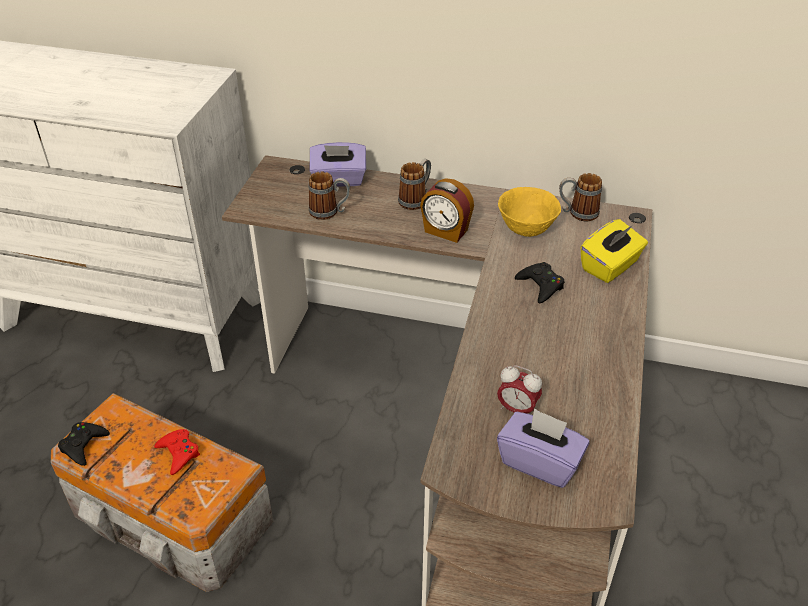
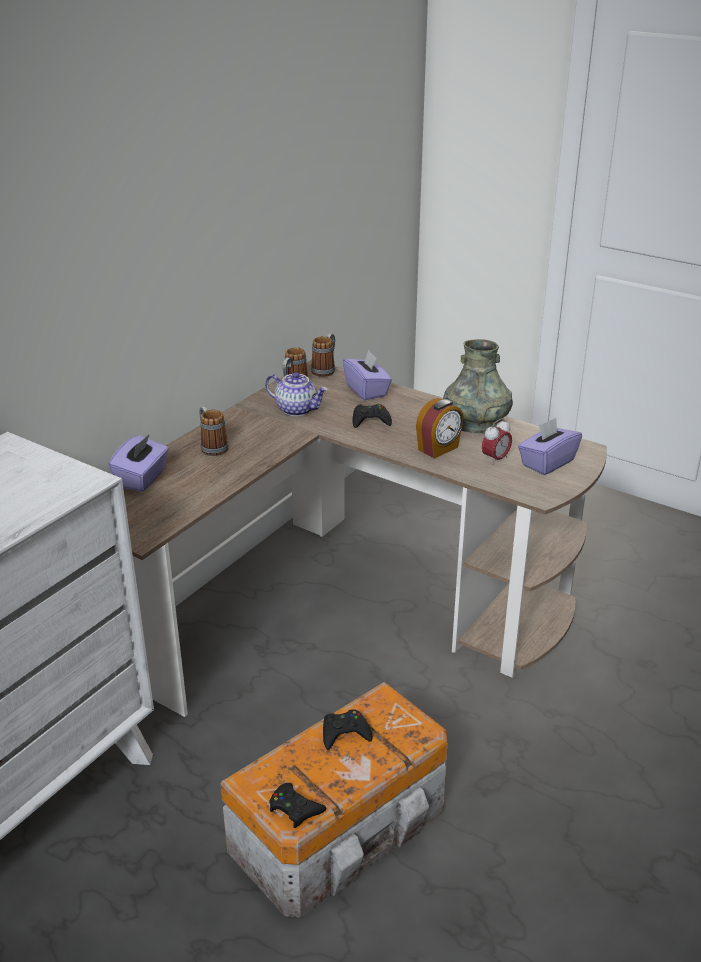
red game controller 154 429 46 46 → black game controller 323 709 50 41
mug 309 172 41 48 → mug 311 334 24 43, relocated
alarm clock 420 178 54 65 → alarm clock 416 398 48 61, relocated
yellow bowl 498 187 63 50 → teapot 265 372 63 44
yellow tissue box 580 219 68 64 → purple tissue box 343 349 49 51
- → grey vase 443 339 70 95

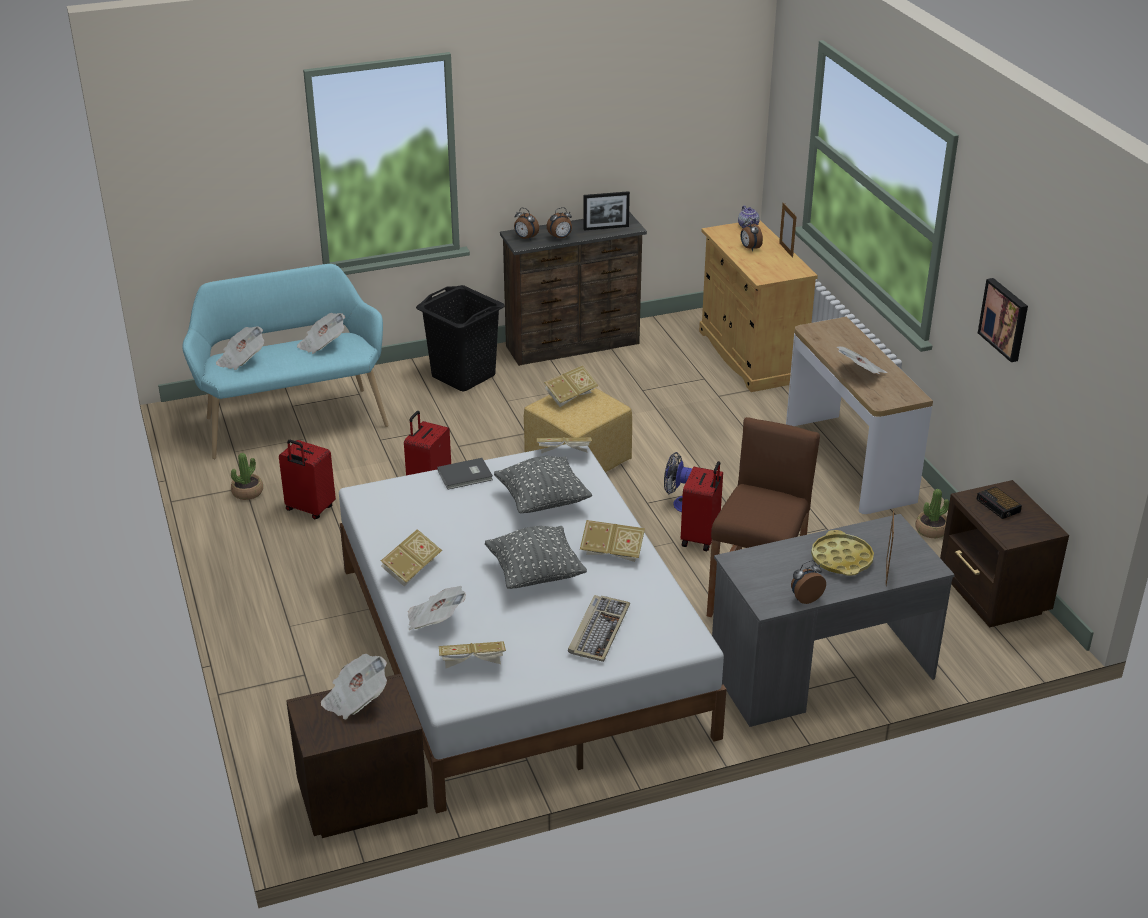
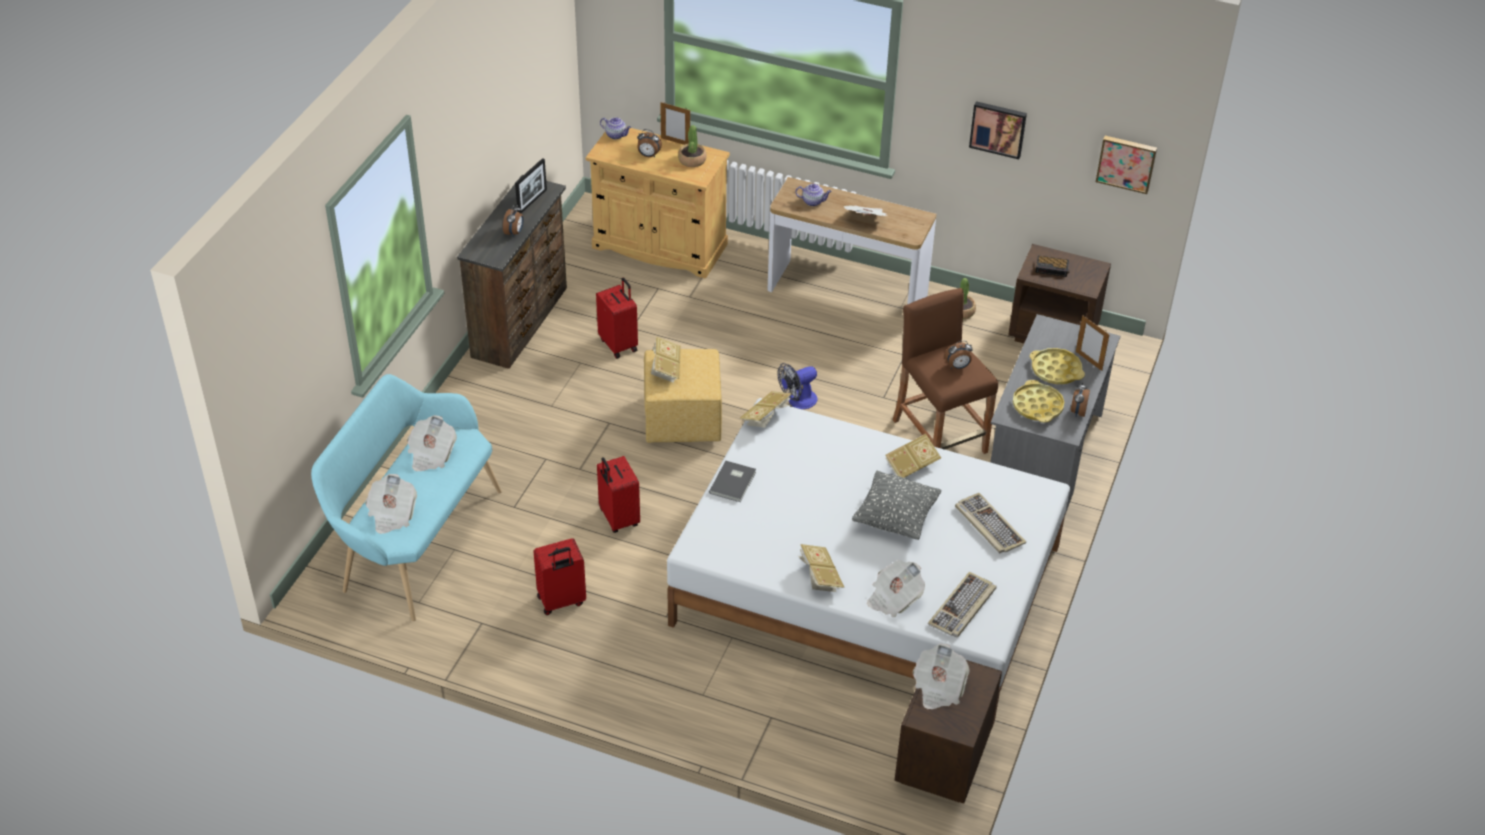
potted plant 231 453 32 47 → potted plant 678 125 29 42, relocated
black laundry basket 416 285 89 107 → -
book 439 641 67 27 → keyboard 928 572 68 65
grey pillow 494 456 98 57 → -
alarm clock 514 208 25 32 → alarm clock 944 341 29 28, relocated
red suitcase 681 461 42 90 → red suitcase 596 278 42 81, relocated
- → teapot 795 184 37 22
- → yellow tray 1013 380 51 43
- → picture 1096 136 61 58

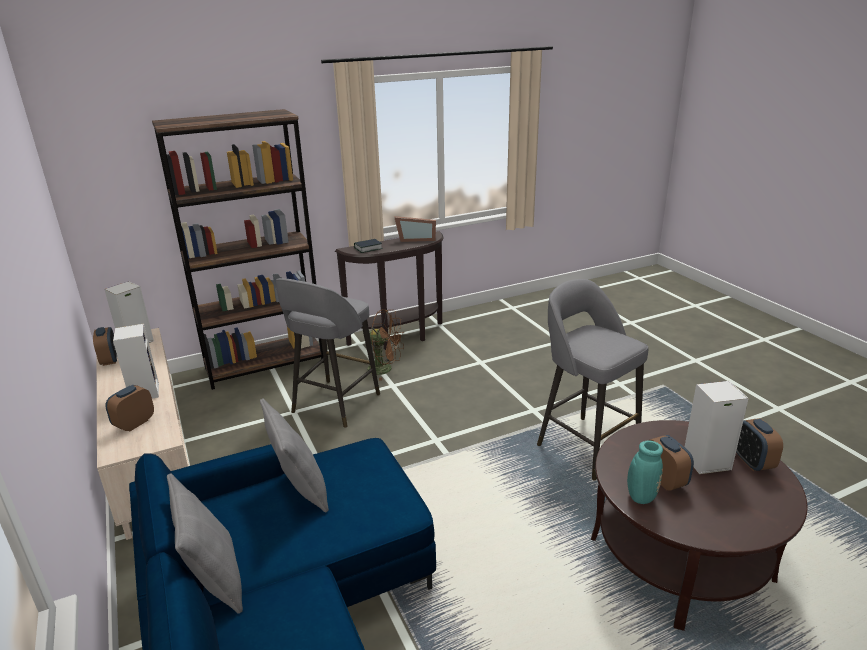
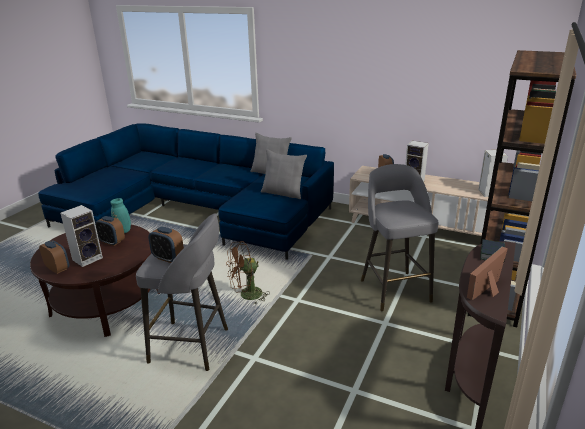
alarm clock 93 327 24 39 → alarm clock 148 227 36 36, relocated
brown fan 364 309 40 72 → brown fan 226 241 44 64, relocated

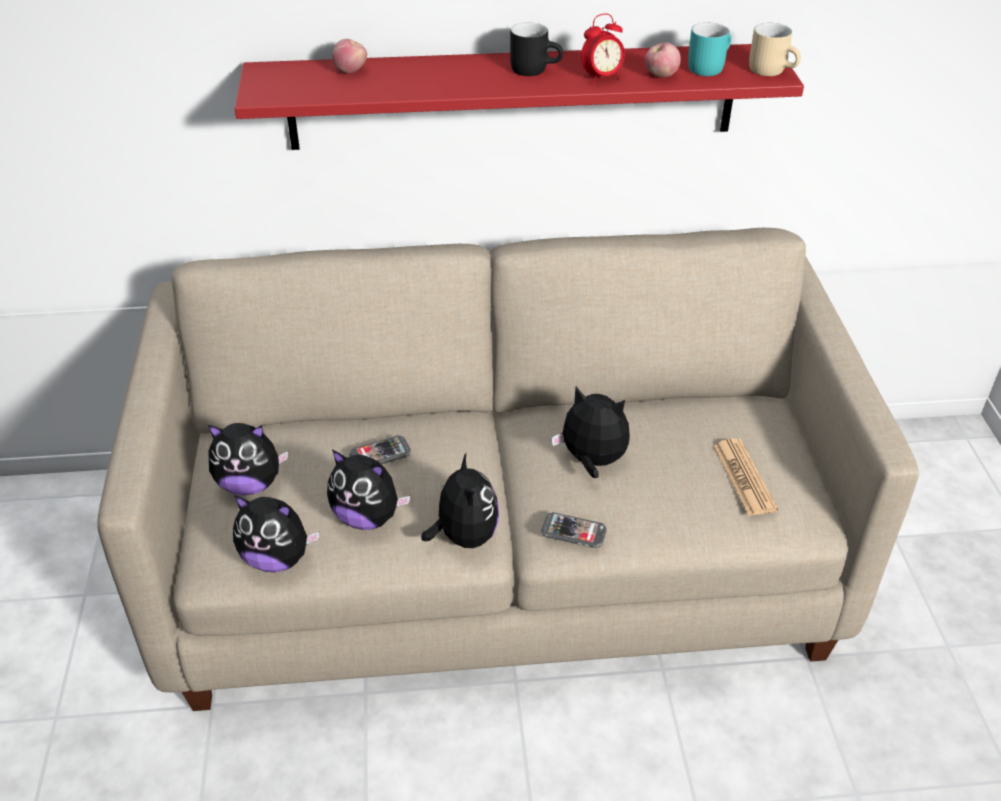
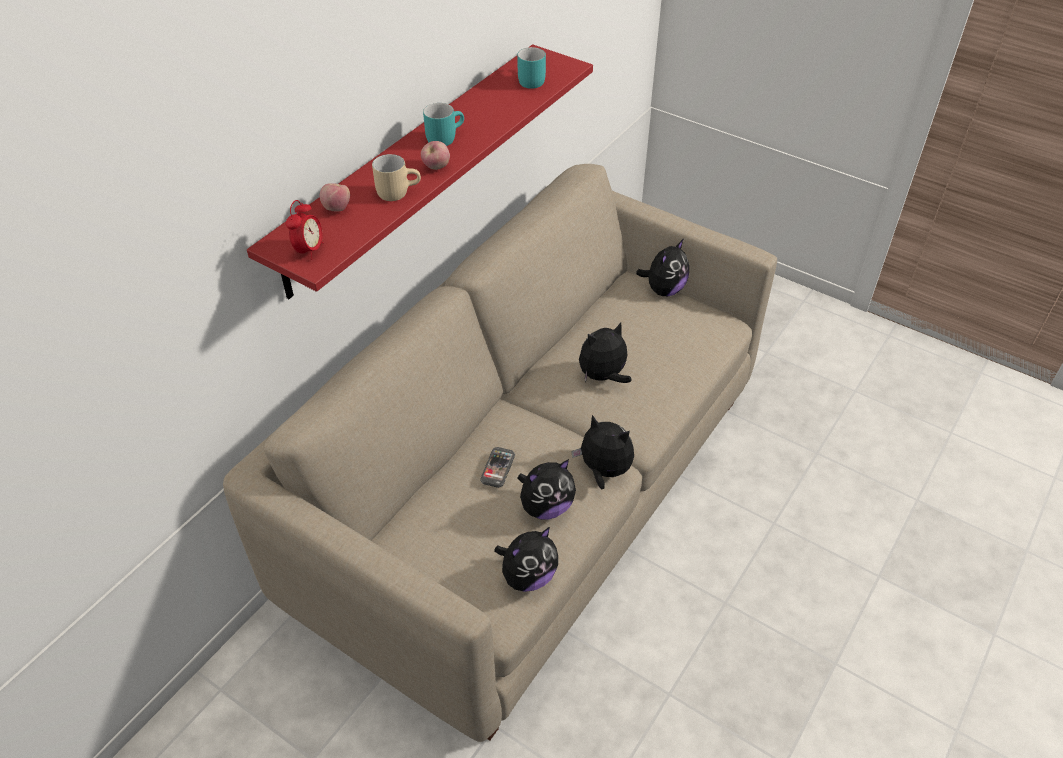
plush toy 208 423 80 72 → plush toy 636 239 53 57, relocated
black mug 510 23 53 53 → turquoise mug 423 103 41 43
phone 541 512 66 36 → -
alarm clock 581 13 44 71 → alarm clock 286 200 38 60, relocated
apple 645 42 36 36 → apple 421 141 29 29, relocated
newspaper 713 438 65 78 → -
beige mug 749 23 52 53 → beige mug 372 154 49 47, relocated

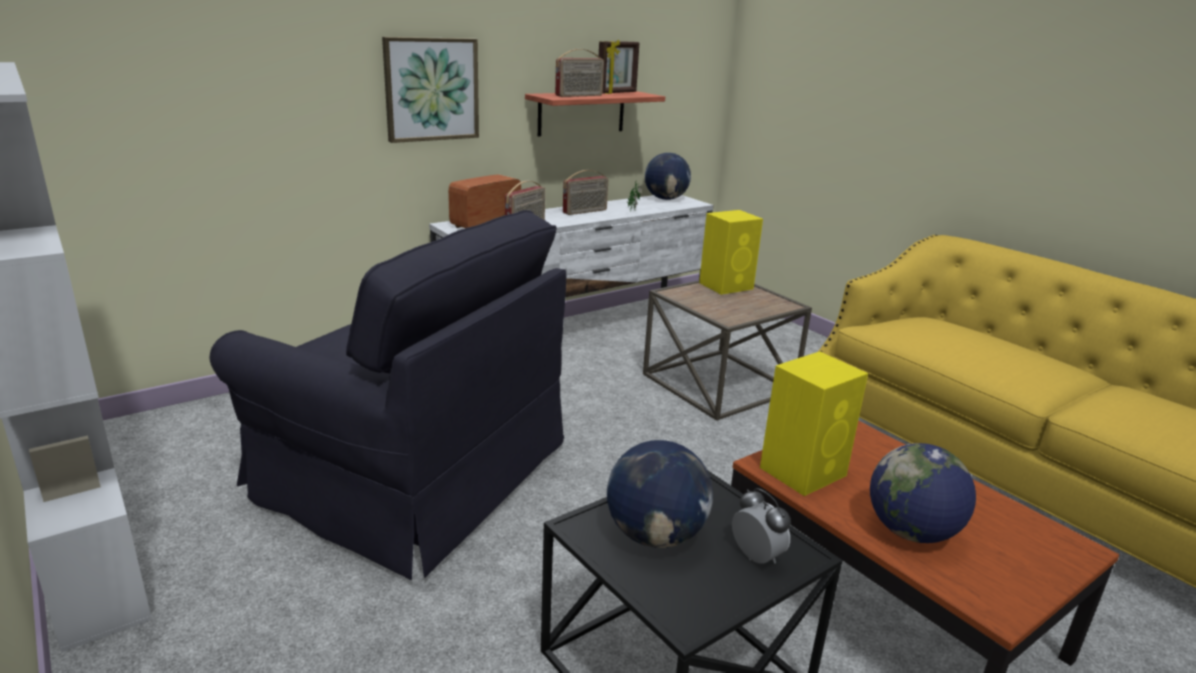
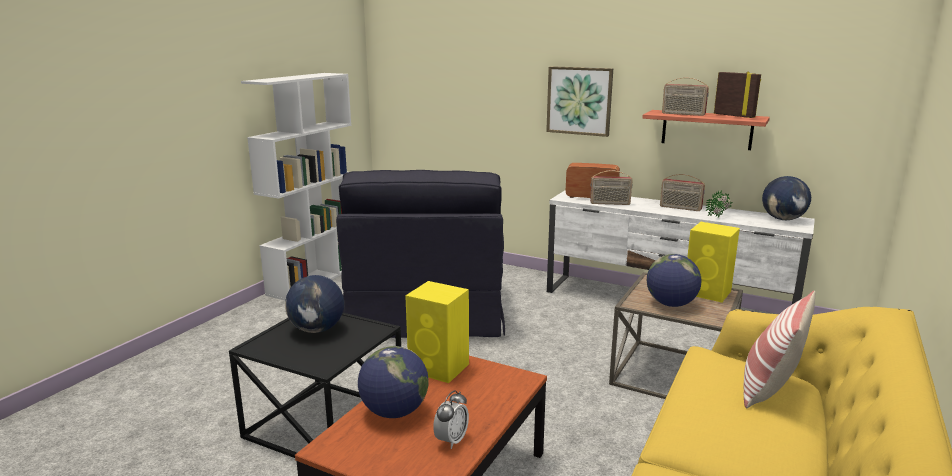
picture frame 599 40 40 54 → picture frame 714 72 47 46, 150 degrees counterclockwise
alarm clock 732 488 59 76 → alarm clock 433 390 36 59, relocated
- → globe 647 254 54 53
- → pillow 744 291 72 117

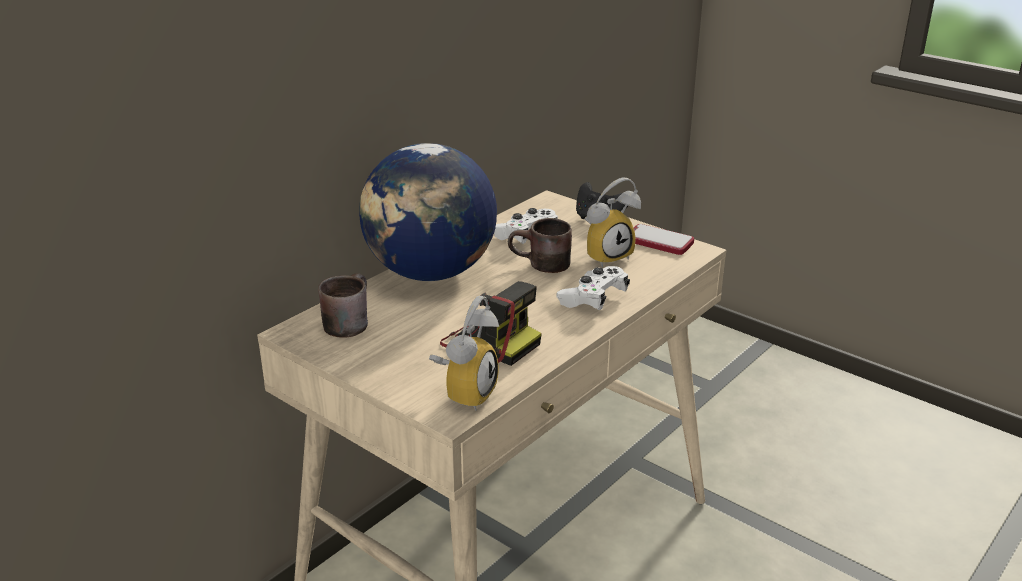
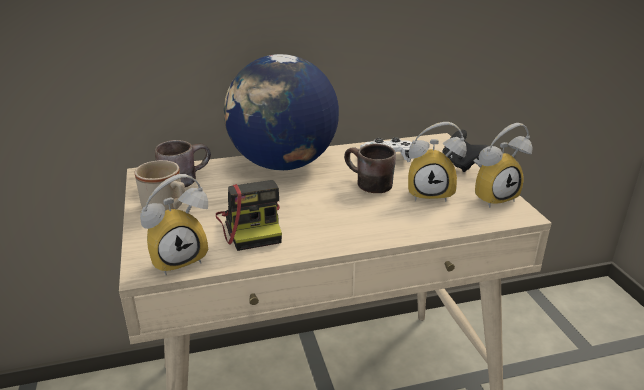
white game controller 556 266 74 44 → -
phone 634 224 60 31 → alarm clock 474 123 58 85
- → beige mug 135 160 50 51

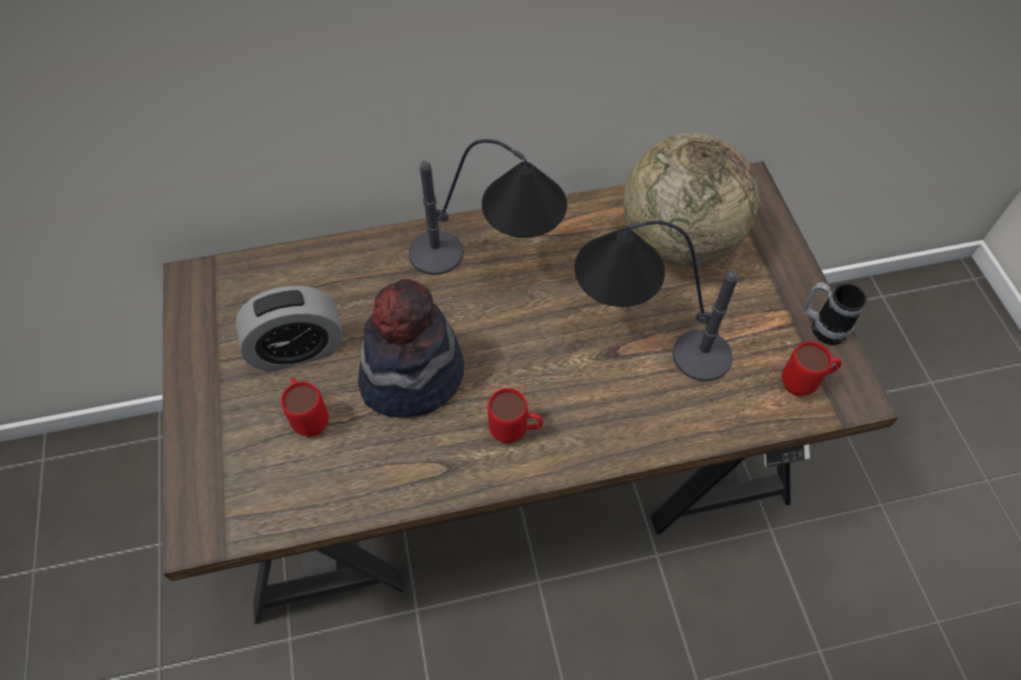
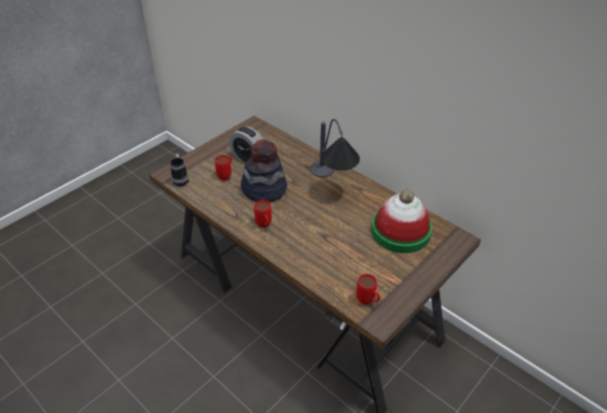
table lamp 574 220 164 161 → -
globe 623 133 136 135 → hat 371 190 61 63
mug 804 282 63 63 → mug 170 153 19 34, relocated

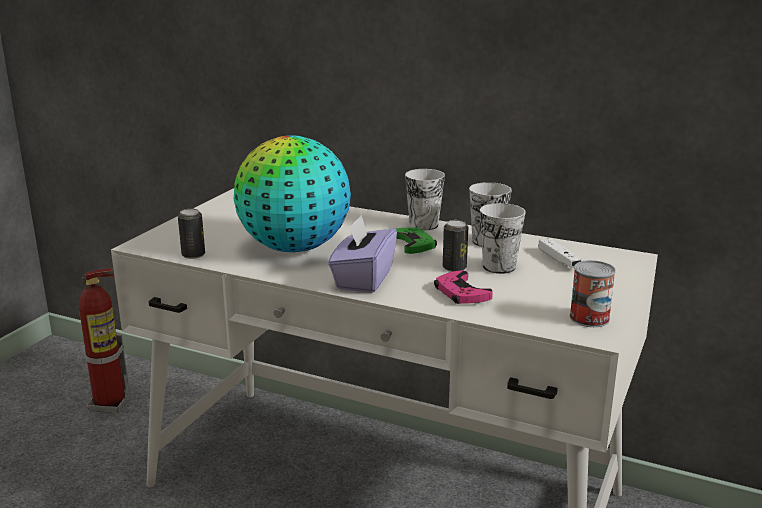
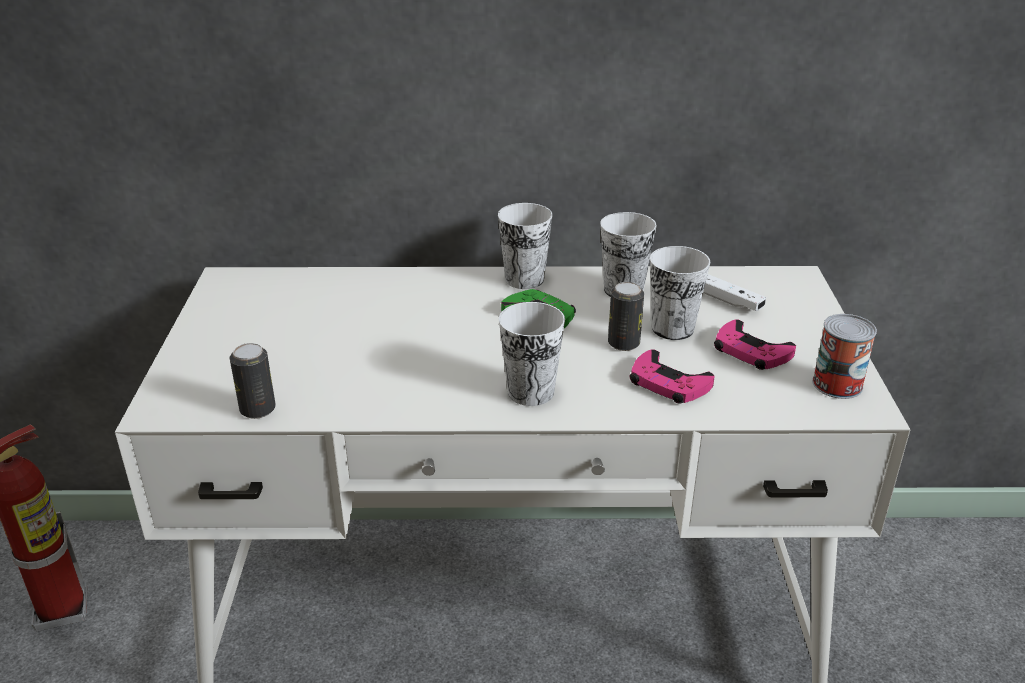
globe 234 135 117 117 → -
purple tissue box 328 215 69 78 → cup 499 302 66 104
- → pink game controller 714 319 82 51

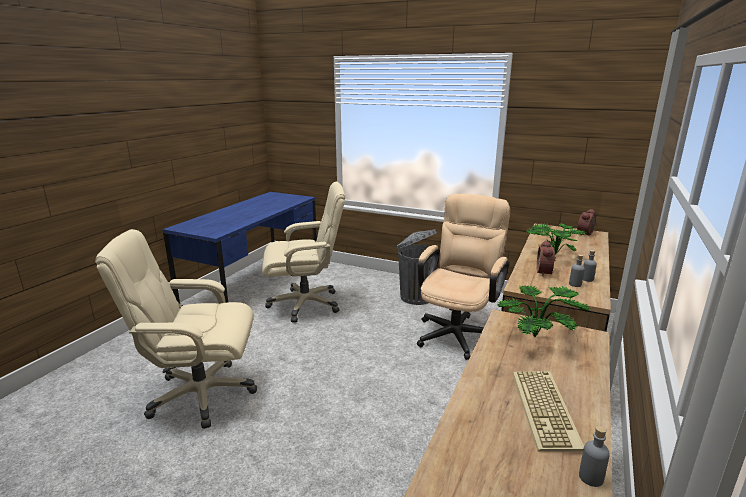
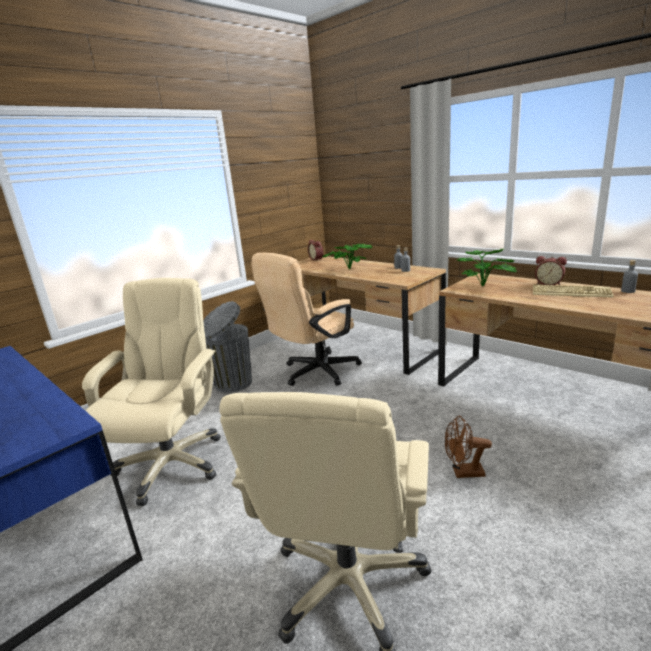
beige office chair 417 194 93 166 → beige office chair 251 253 111 133, 90 degrees counterclockwise
alarm clock 537 241 19 36 → alarm clock 535 256 32 29, relocated
- → brown fan 444 416 48 62

